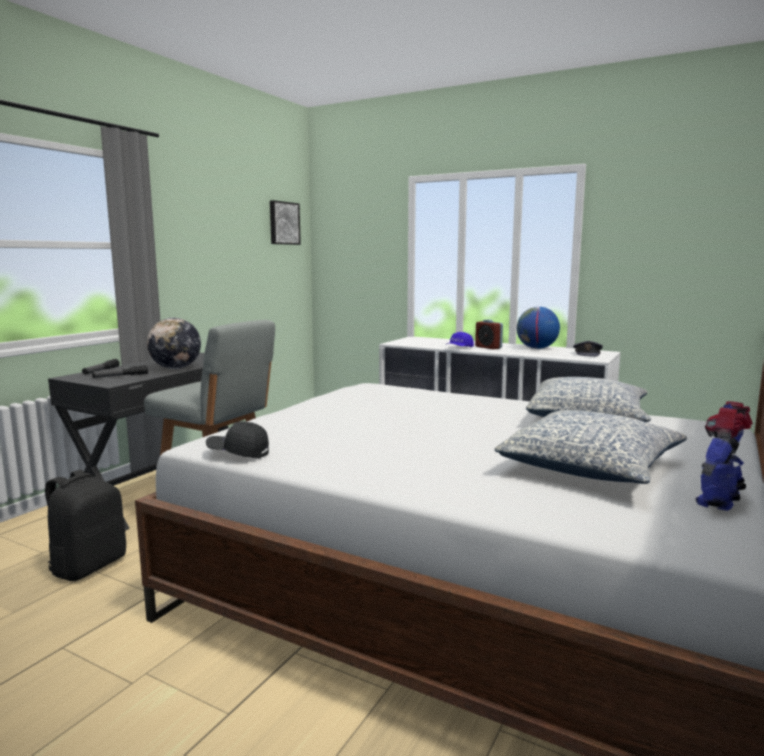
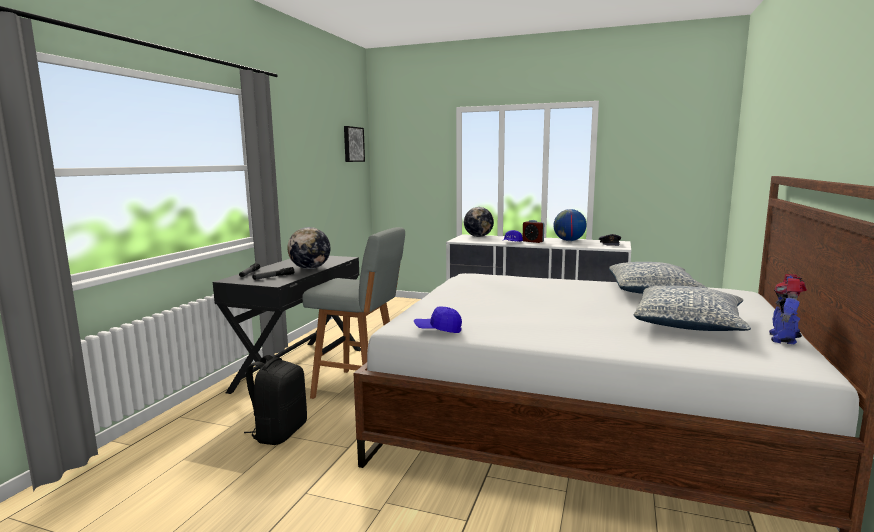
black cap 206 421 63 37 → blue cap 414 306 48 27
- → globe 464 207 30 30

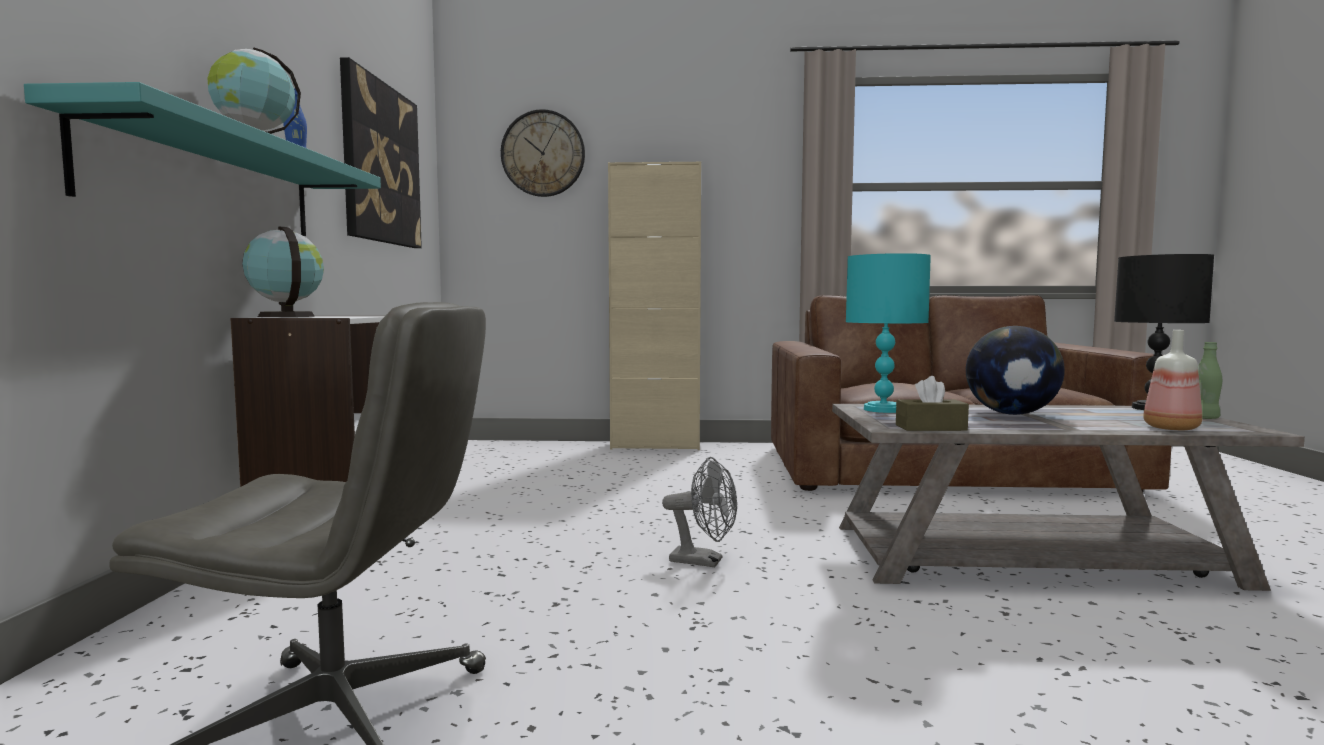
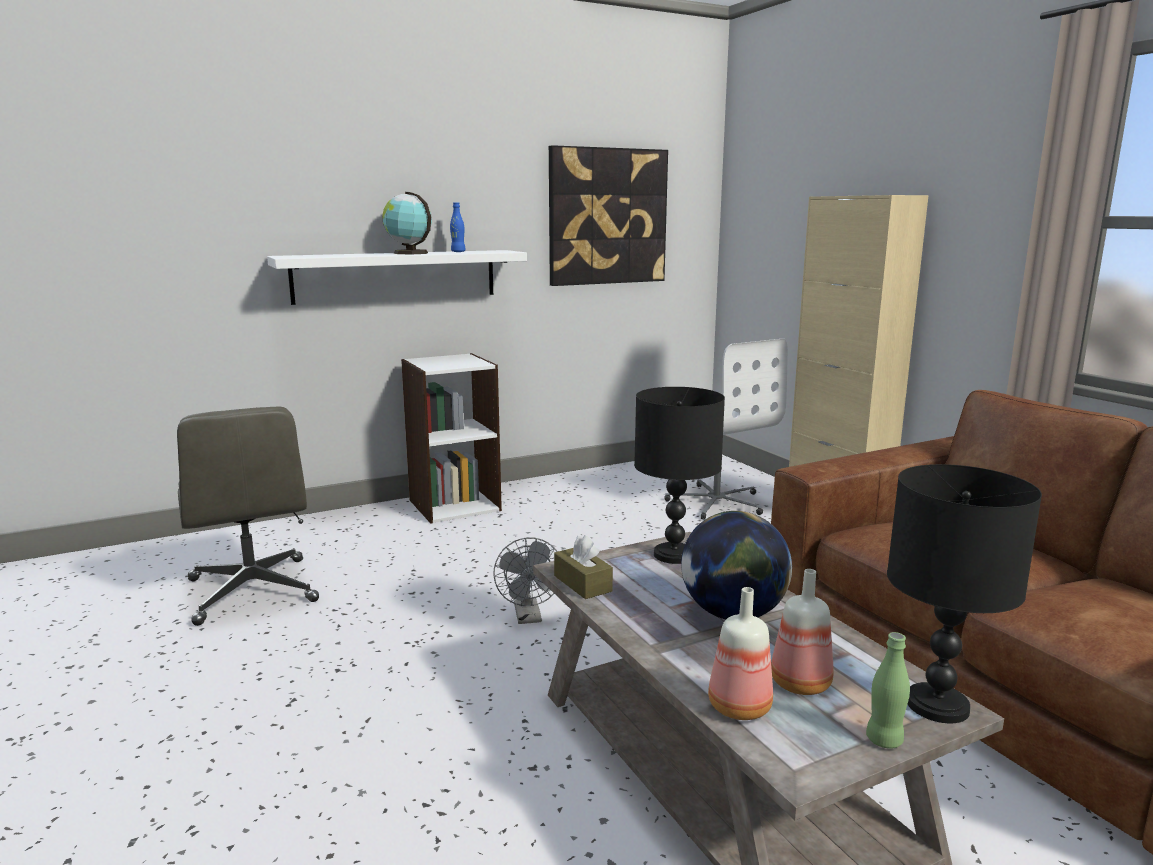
turquoise shelf 24 82 357 154 → white shelf 267 250 260 55
globe 242 226 82 91 → -
wall clock 501 109 84 88 → -
turquoise table lamp 846 253 85 160 → black table lamp 634 387 91 177
- → white office chair 665 338 123 182
- → bottle 771 569 62 126

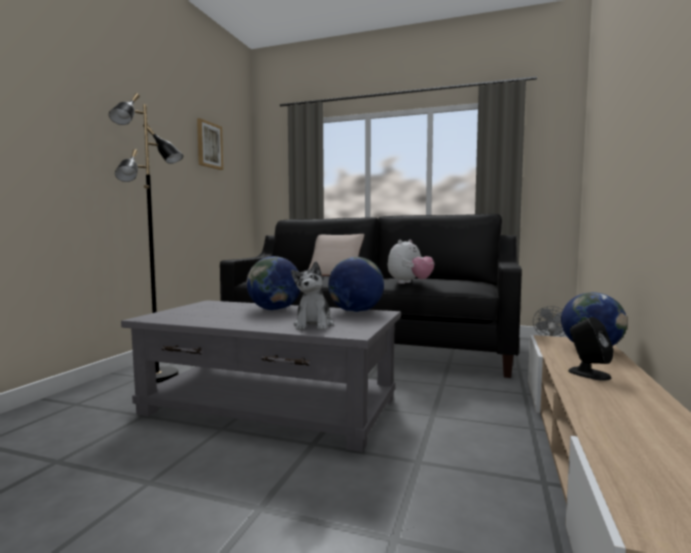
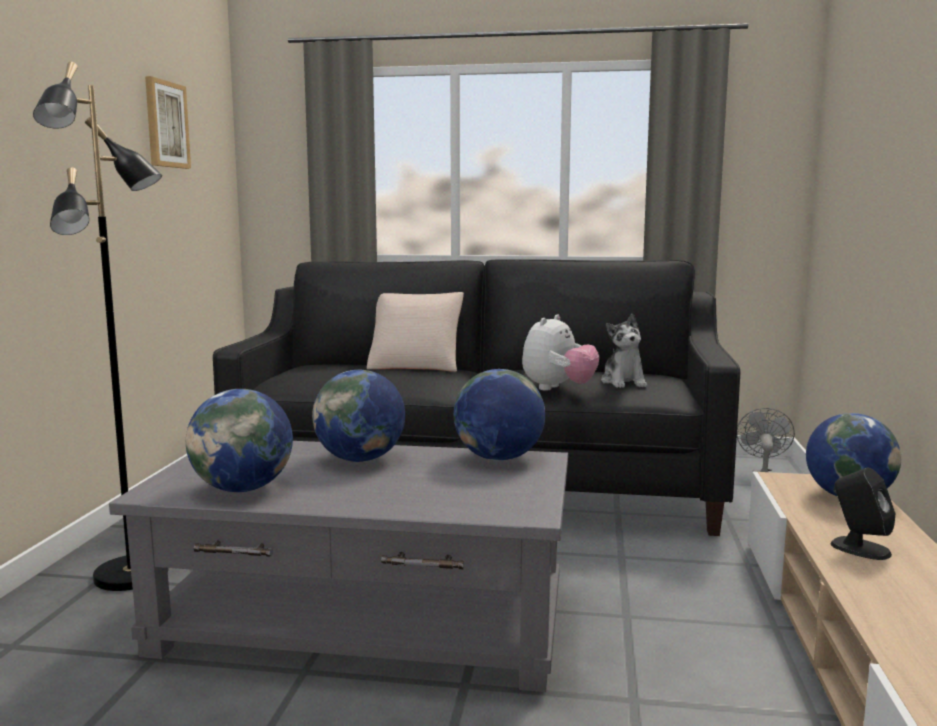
plush toy 291 262 43 68 → plush toy 601 314 46 74, relocated
- → globe 186 389 107 103

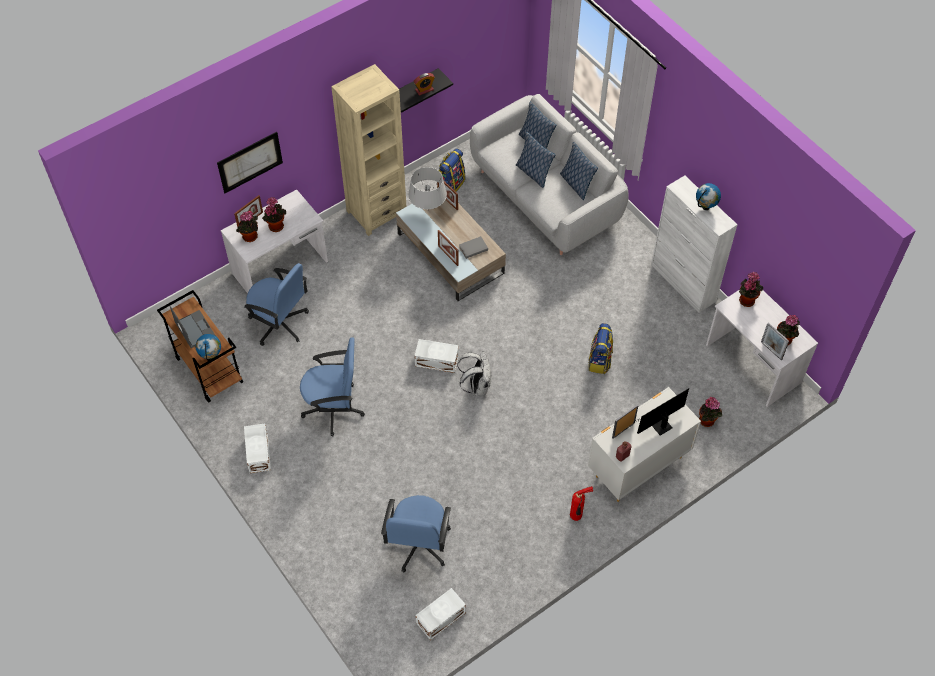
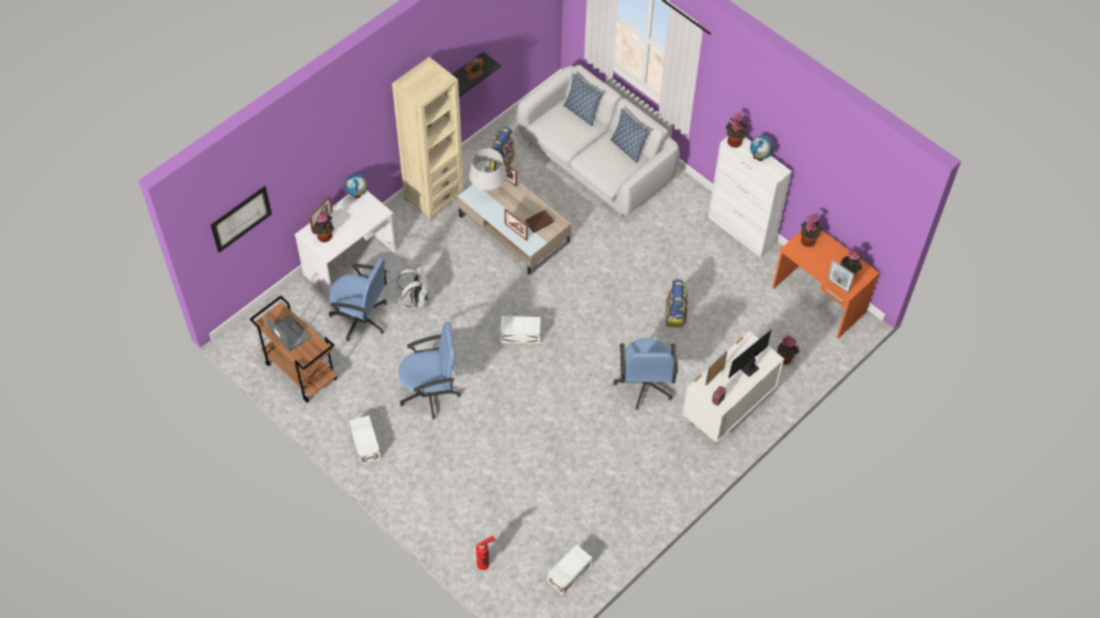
globe 195 334 26 27 → globe 345 174 23 24, relocated
picture 217 132 66 61 → picture 211 186 61 67, relocated
potted plant 262 197 24 35 → potted plant 726 113 21 35, relocated
blue office chair 381 495 70 78 → blue office chair 613 338 65 72, relocated
white backpack 457 351 34 45 → white backpack 397 266 33 43, relocated
grey book 459 236 29 23 → brown book 525 210 29 23
pillow 516 132 39 56 → -
fire extinguisher 570 486 23 35 → fire extinguisher 476 536 19 34, relocated
white desk 706 290 112 117 → orange desk 772 230 107 109

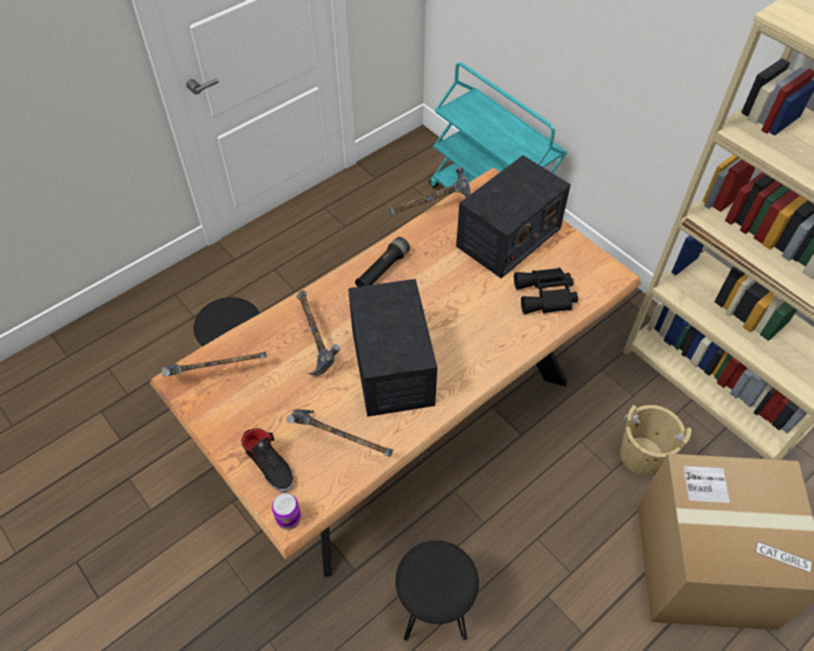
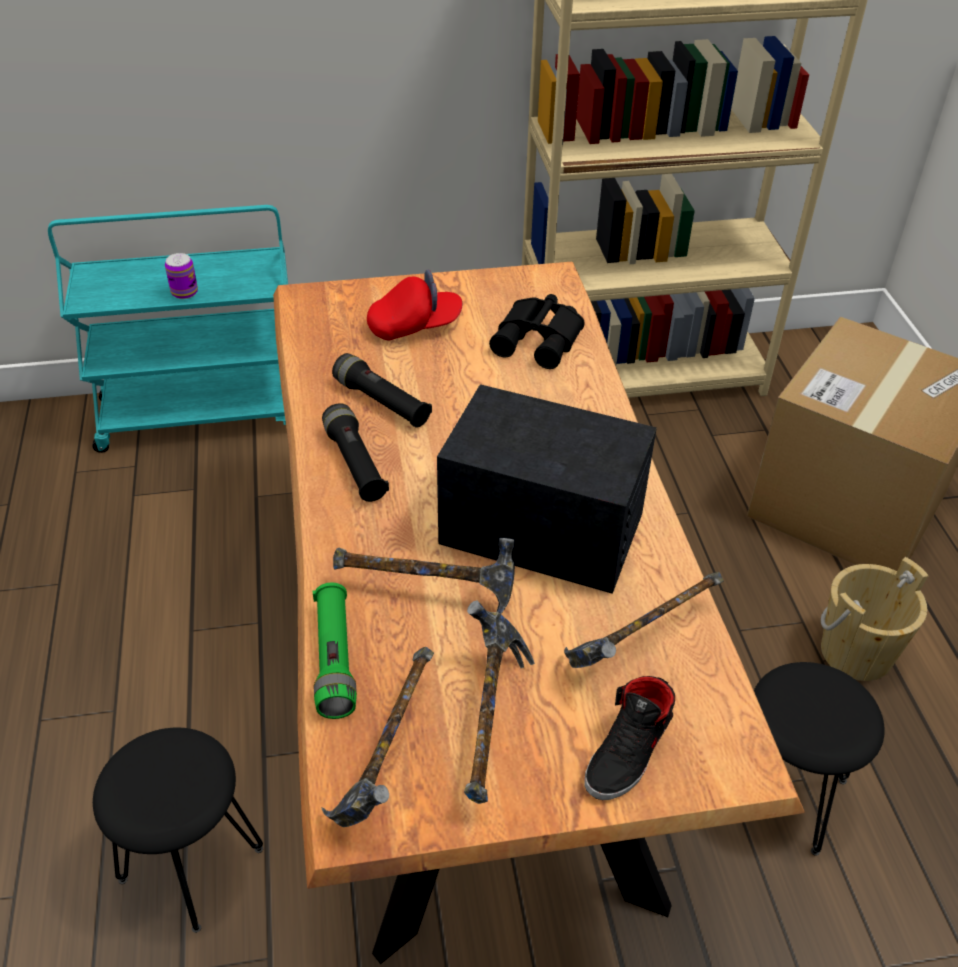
black shoe 241 428 53 64 → black shoe 584 676 91 124, 135 degrees clockwise
can 272 493 29 37 → can 165 253 33 46, relocated
hammer 388 167 83 50 → hammer 464 601 71 203, relocated
radio 456 155 115 123 → red cap 367 270 96 70
beige bucket 620 405 72 71 → beige bucket 821 557 108 124, relocated
- → green flashlight 313 583 44 136
- → black flashlight 332 353 100 75

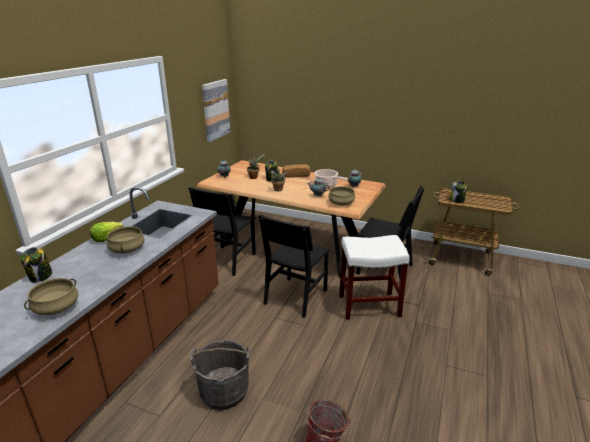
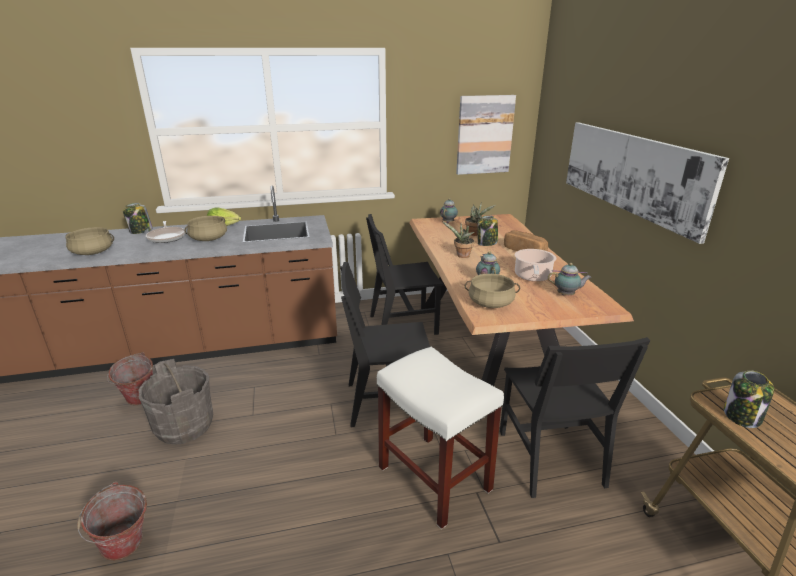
- → bucket 107 352 46 53
- → frying pan 146 221 40 22
- → picture 566 122 163 122

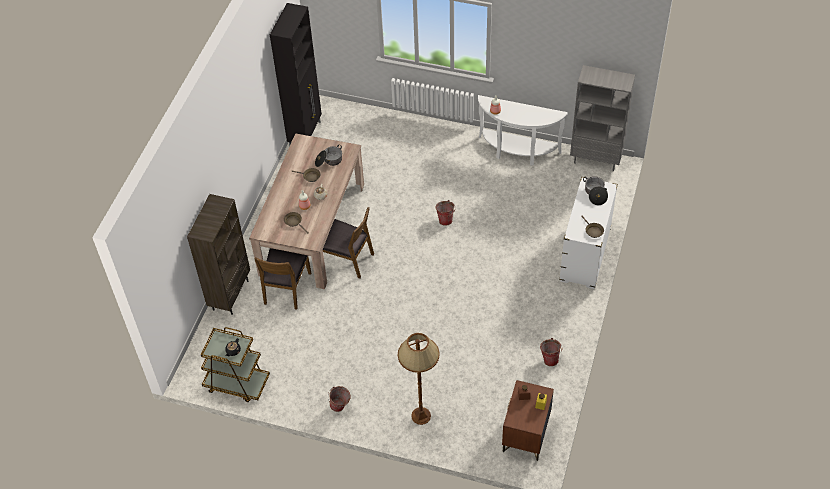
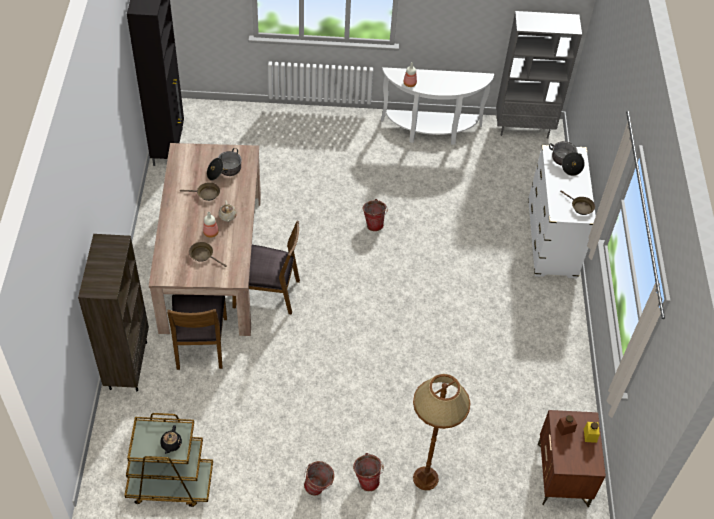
bucket 540 338 22 28 → bucket 353 453 31 38, relocated

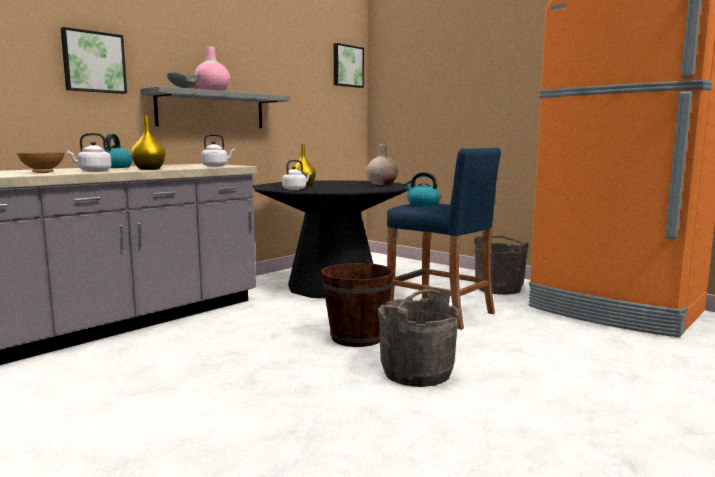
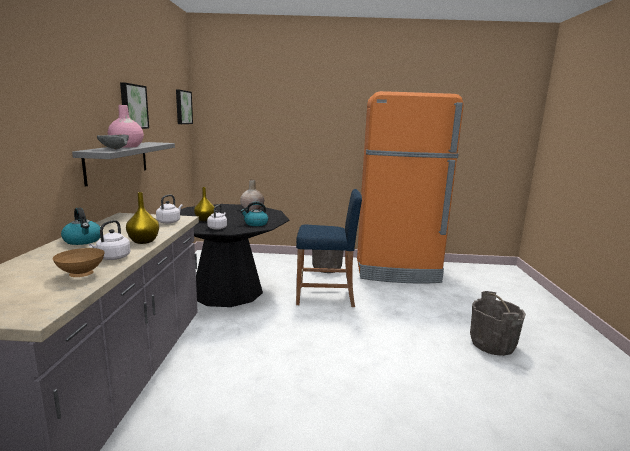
picture 61 27 66 67 → picture 120 82 29 47, relocated
brown bucket 321 260 73 87 → -
grey bucket 378 288 82 99 → grey bucket 470 291 56 65, relocated
kettle 404 172 37 34 → kettle 241 202 27 24, relocated

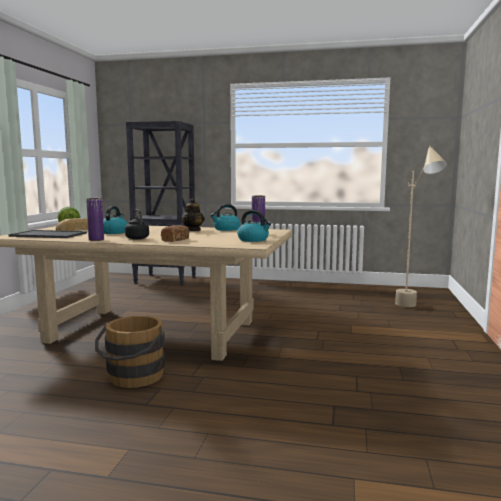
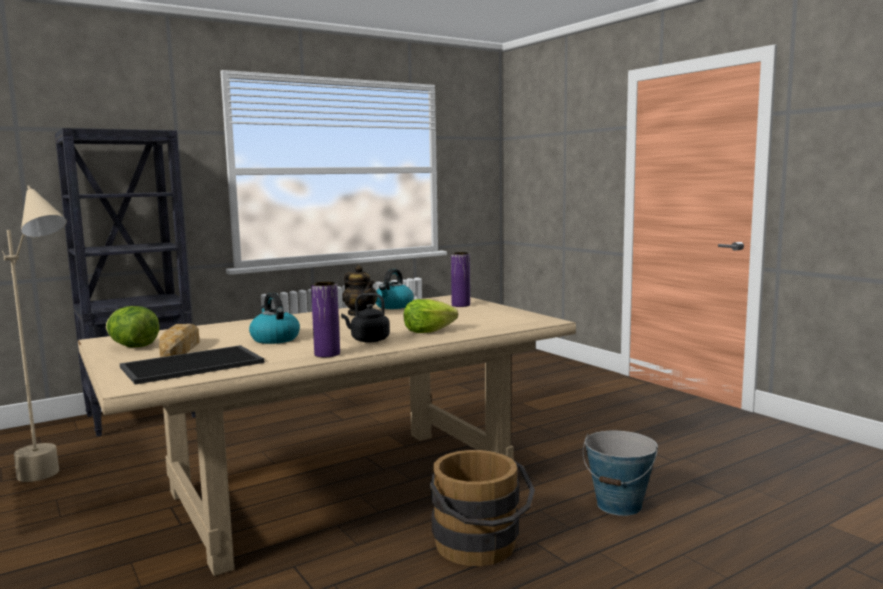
bread 161 225 28 17 → lettuce 404 299 54 34
kettle 237 210 34 32 → -
beige floor lamp 395 146 52 161 → beige floor lamp 2 185 65 297, relocated
- → bucket 583 431 75 85

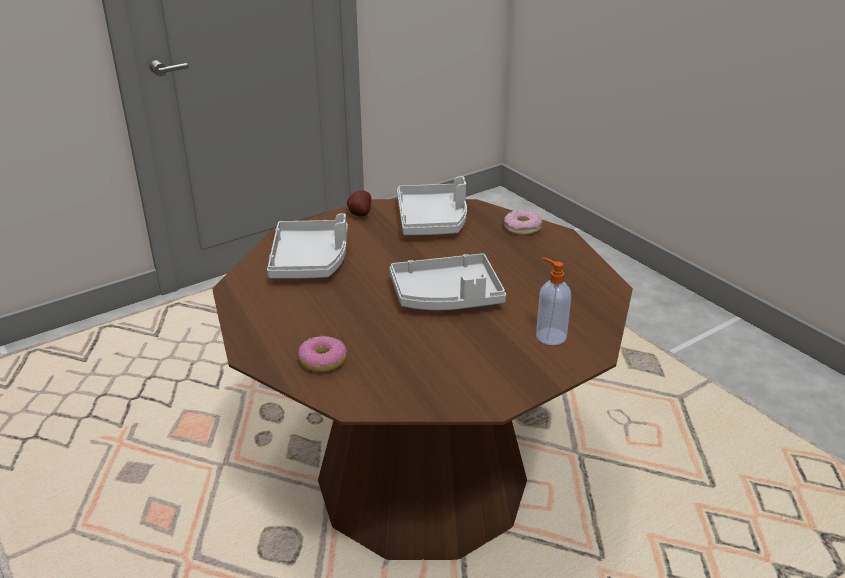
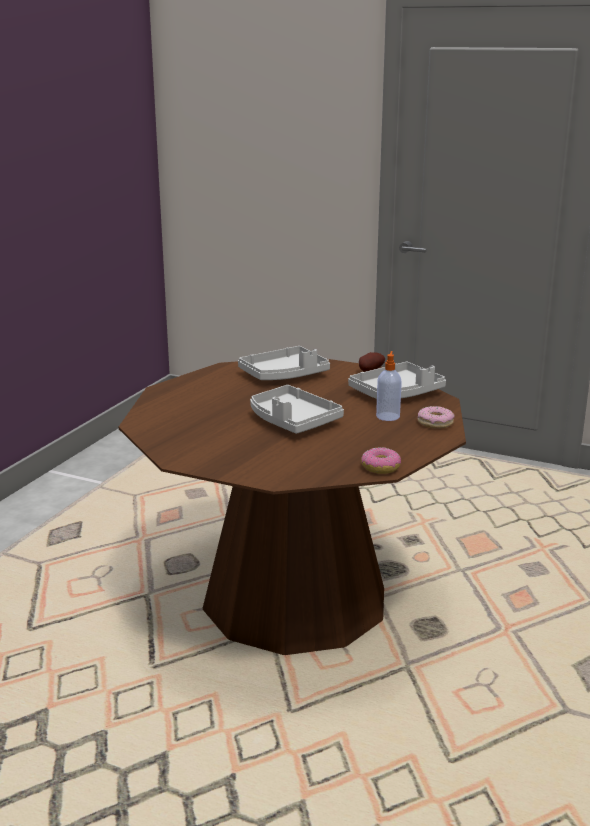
donut 298 336 49 36 → donut 361 447 40 27, relocated
soap dispenser 536 258 35 87 → soap dispenser 376 351 26 70, relocated

